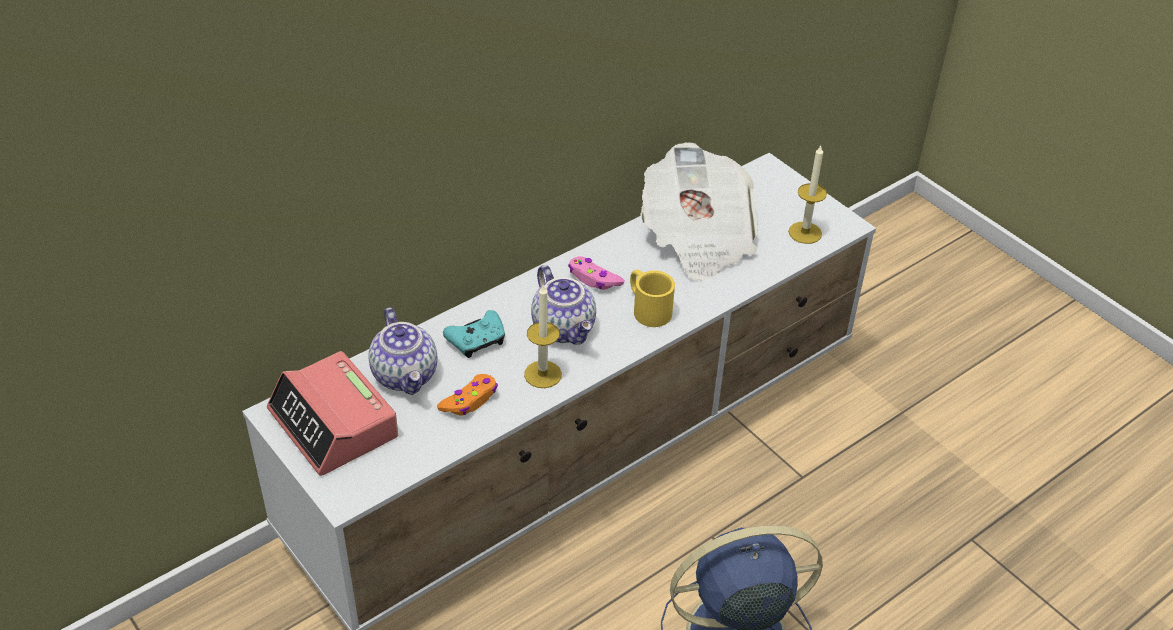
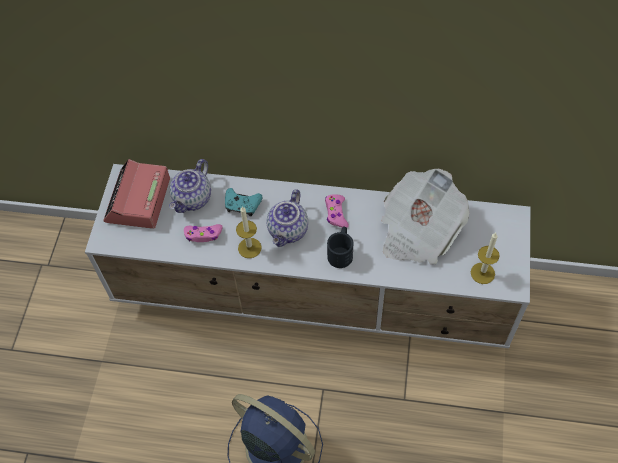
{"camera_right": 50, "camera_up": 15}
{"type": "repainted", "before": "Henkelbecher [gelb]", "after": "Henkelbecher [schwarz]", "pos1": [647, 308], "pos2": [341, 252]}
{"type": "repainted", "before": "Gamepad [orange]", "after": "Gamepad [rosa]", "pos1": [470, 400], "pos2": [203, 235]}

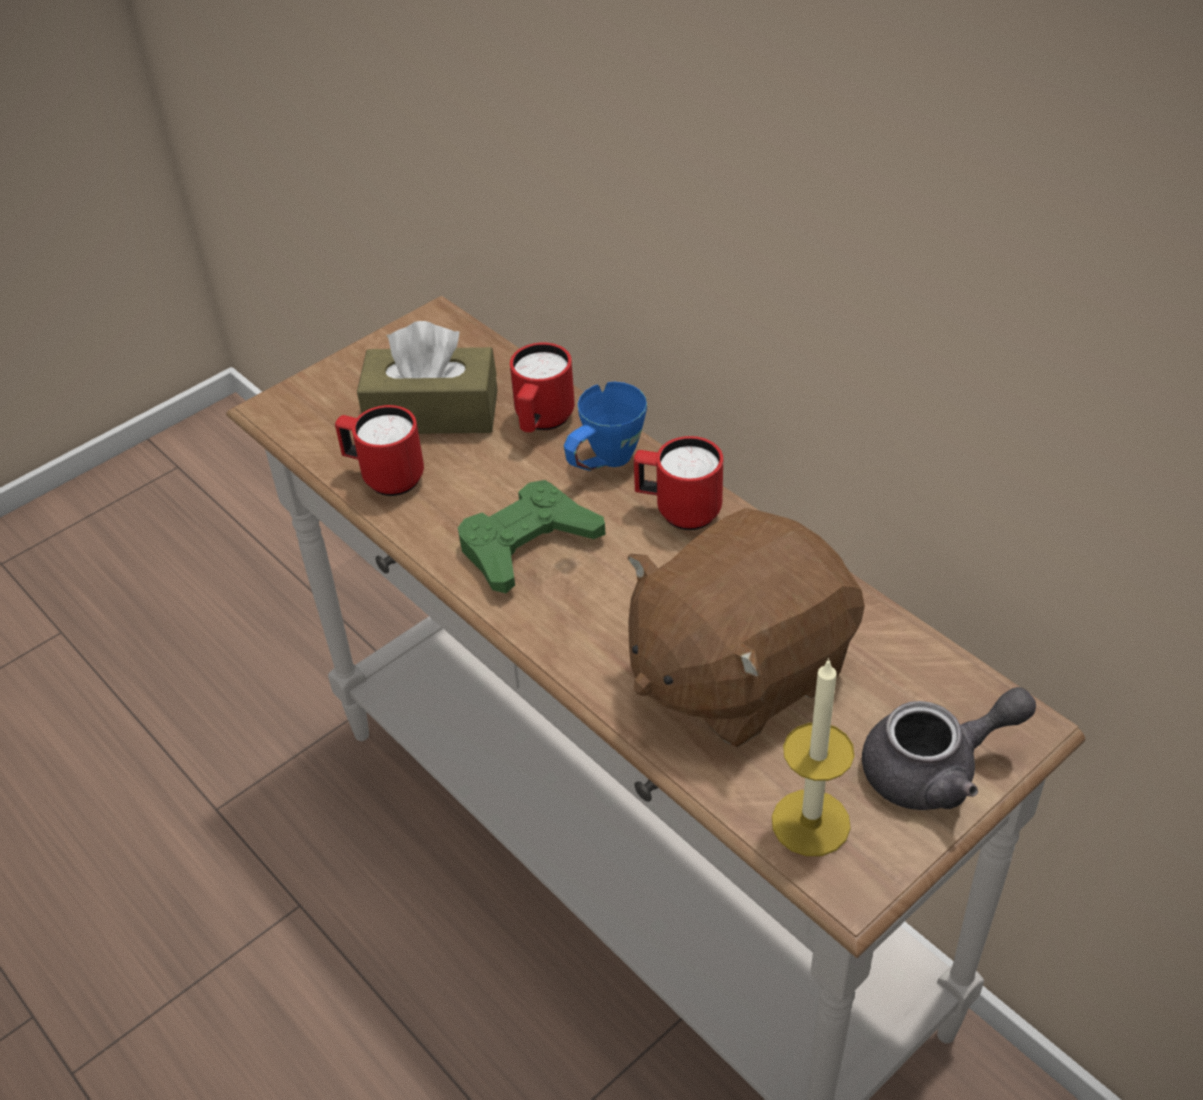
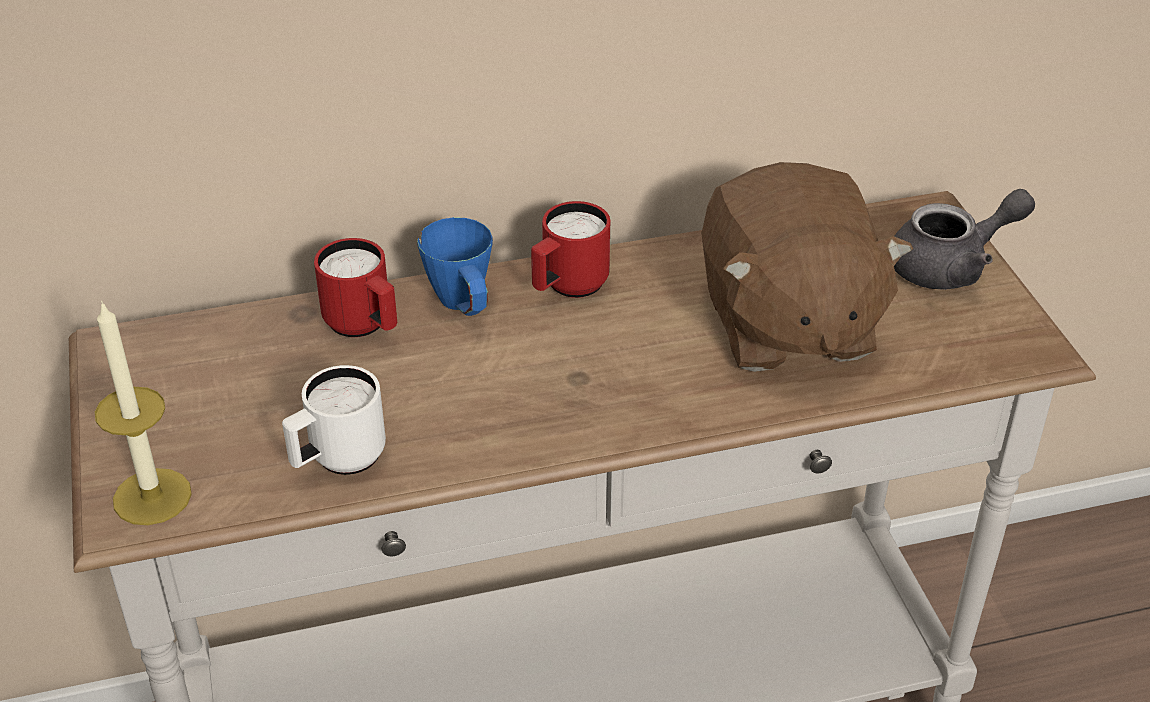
{"camera_right": -65, "camera_up": -5}
{"type": "gone", "before": "Taschentuchbox [braun]", "pos1": [432, 412]}
{"type": "repainted", "before": "Henkelbecher [rot]", "after": "Henkelbecher [weiß]", "pos1": [385, 477], "pos2": [338, 461]}
{"type": "gone", "before": "Gamepad [grün]", "pos1": [527, 544]}
{"type": "shifted", "before": "Kerze", "pos1": [810, 822], "pos2": [152, 497]}
{"type": "rotated", "before": "Teekanne [grau]", "pos1": [936, 769], "pos2": [951, 266], "turn": 60}

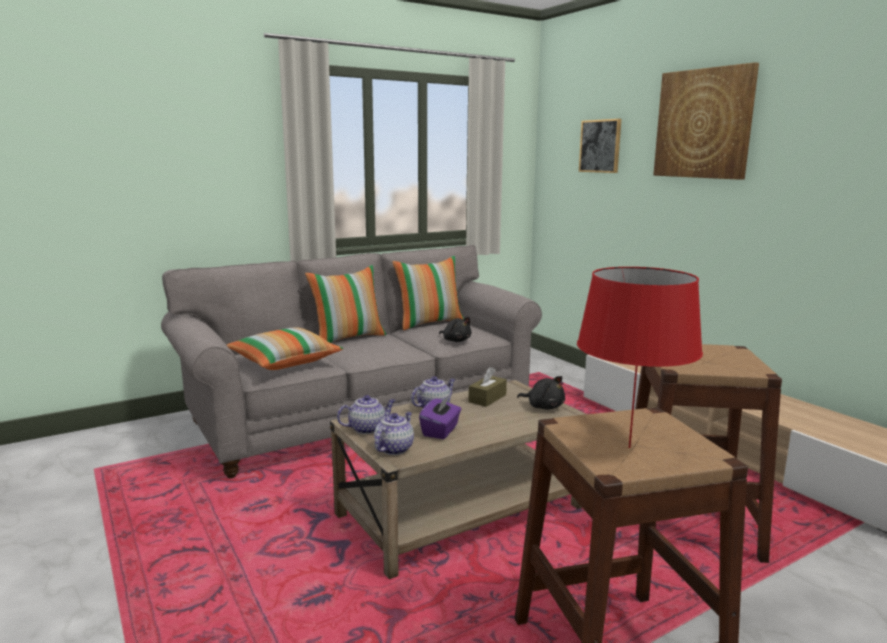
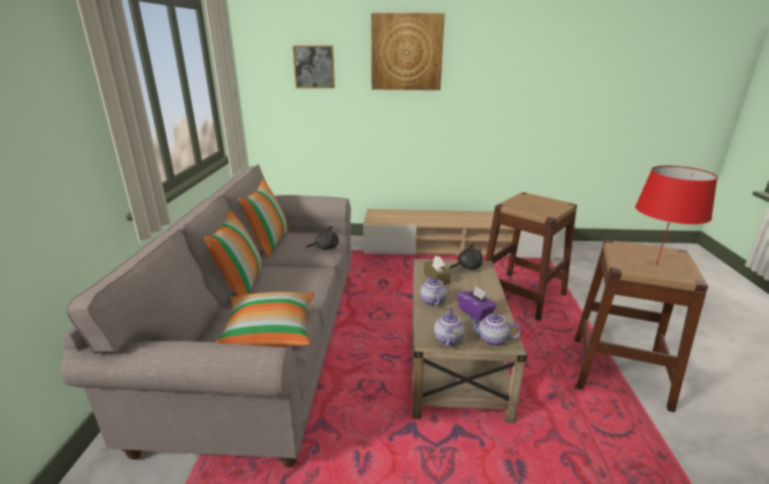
{"camera_right": -55, "camera_up": 10}
{"type": "rotated", "before": "Teekanne", "pos1": [394, 449], "pos2": [492, 339], "turn": -45}

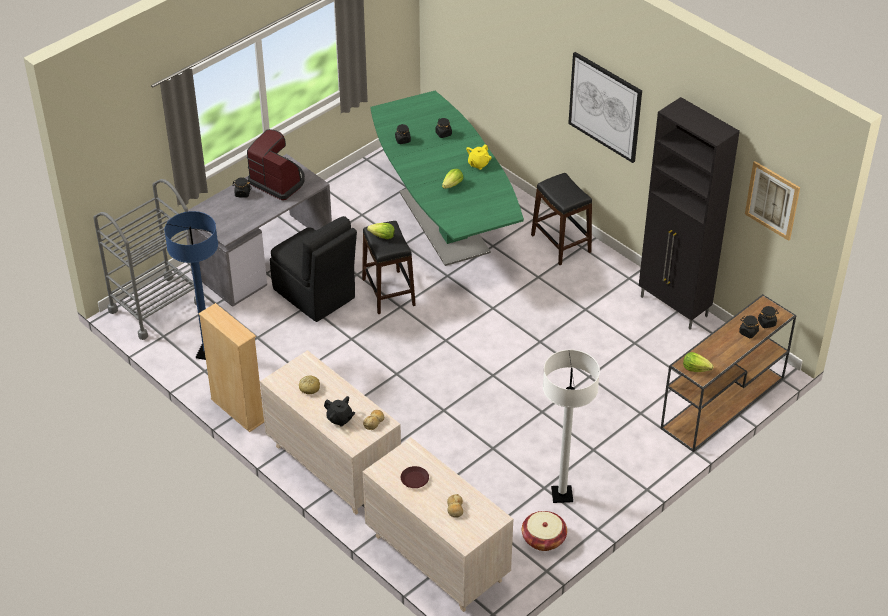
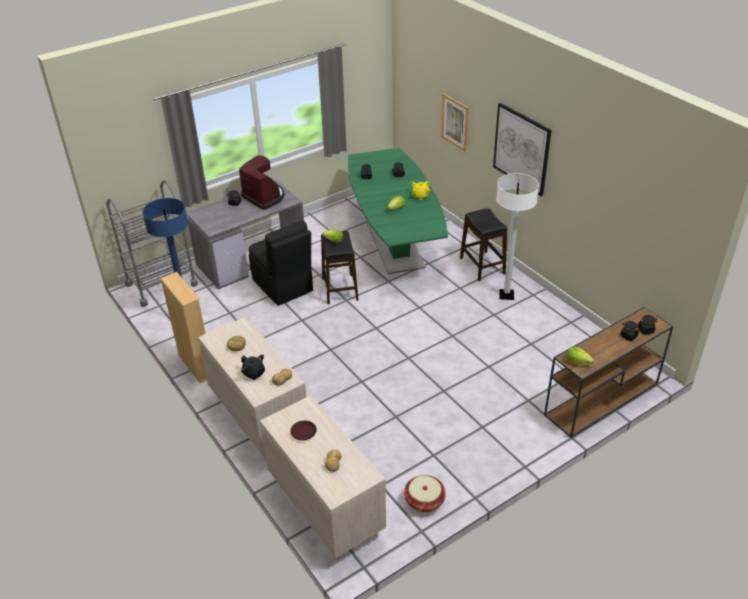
{"camera_right": 10, "camera_up": -5}
{"type": "gone", "before": "Schrank [schwarz]", "pos1": [674, 307]}
{"type": "shifted", "before": "Bild", "pos1": [772, 200], "pos2": [455, 122]}
{"type": "shifted", "before": "Stehlampe [weiß]", "pos1": [562, 495], "pos2": [506, 295]}

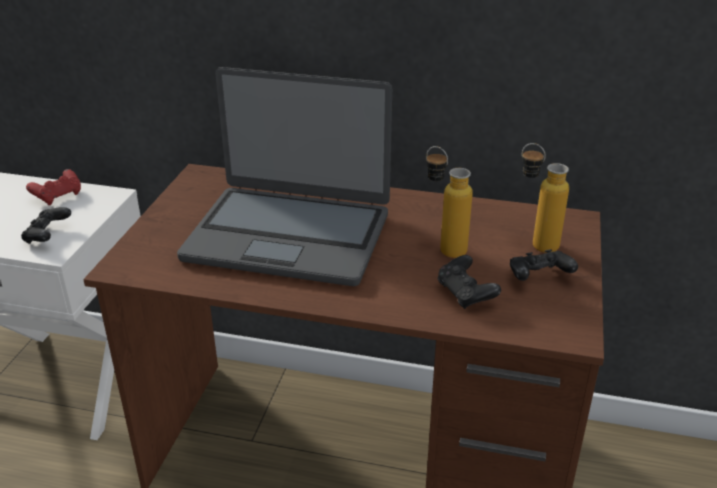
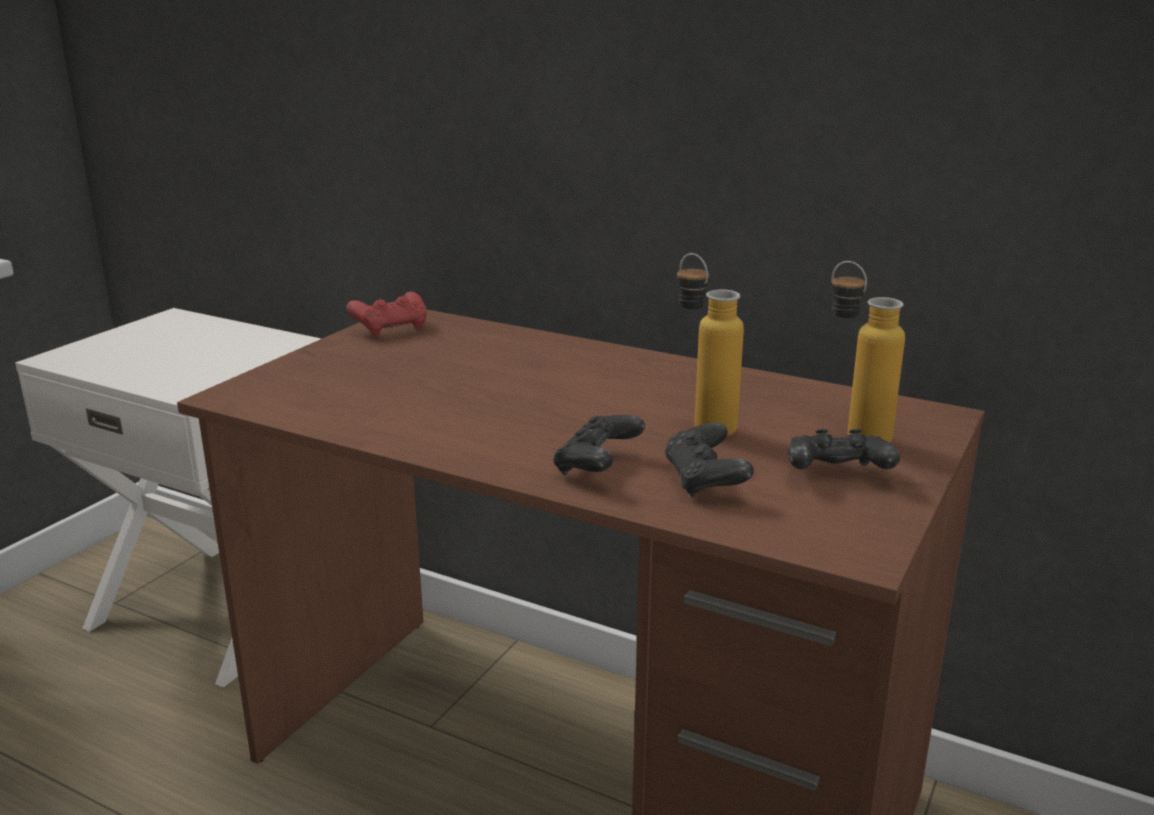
{"camera_right": 15, "camera_up": -10}
{"type": "gone", "before": "Laptop", "pos1": [289, 235]}
{"type": "shifted", "before": "Gamepad [rot]", "pos1": [58, 196], "pos2": [391, 328]}
{"type": "shifted", "before": "Gamepad [schwarz]", "pos1": [48, 236], "pos2": [597, 466]}

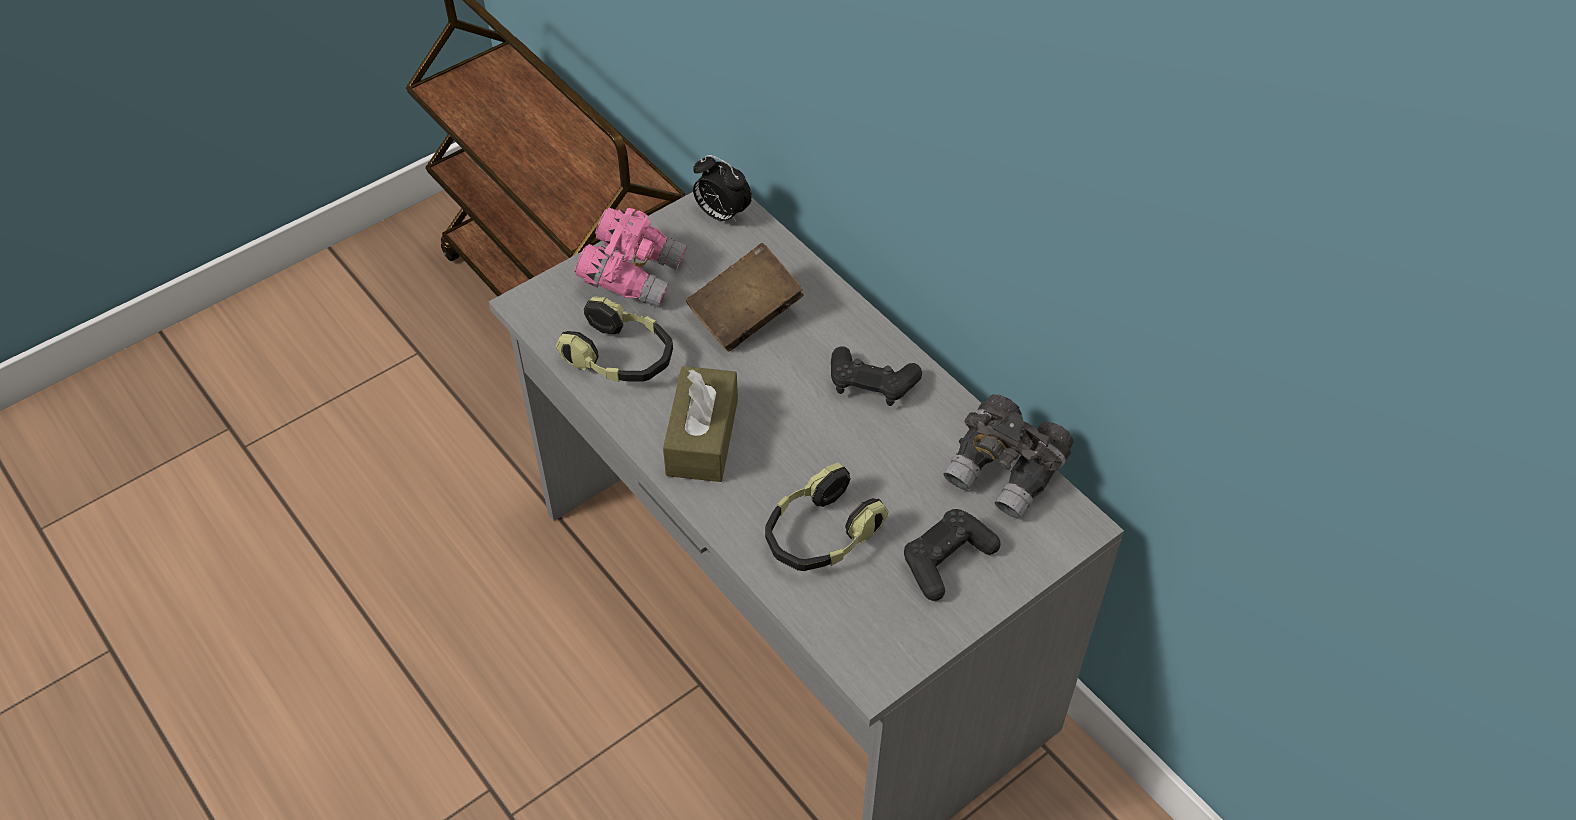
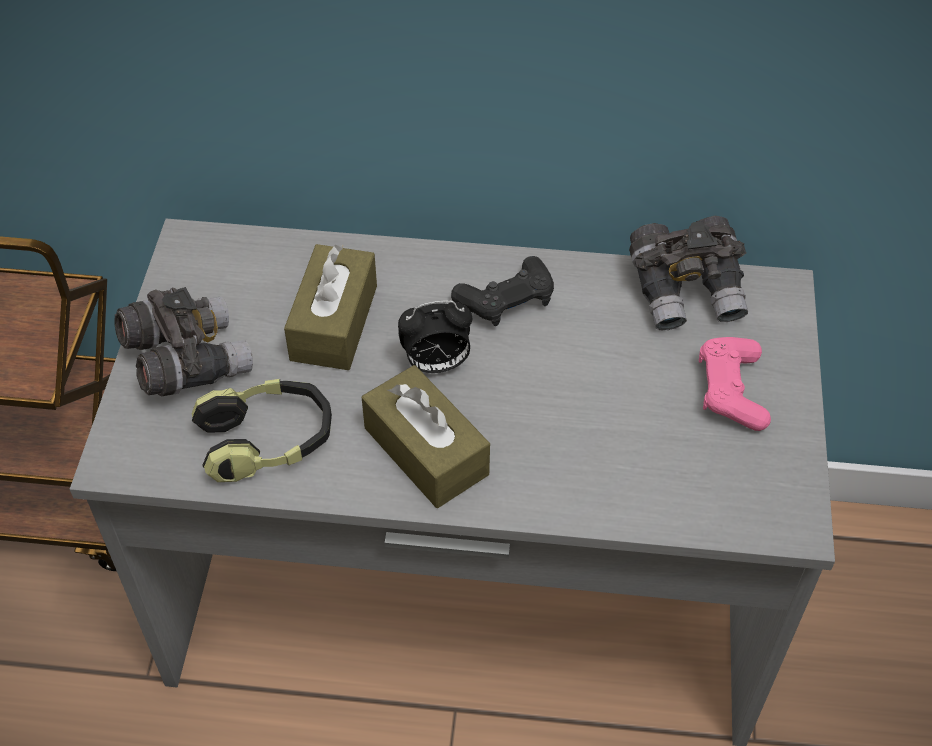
{"camera_right": -45, "camera_up": 0}
{"type": "shifted", "before": "Wecker", "pos1": [721, 215], "pos2": [436, 364]}
{"type": "repainted", "before": "Fernglas [rosa]", "after": "Fernglas [grau]", "pos1": [633, 274], "pos2": [187, 361]}
{"type": "swapped", "before": "Buch [braun]", "after": "Taschentuchbox [braun]", "pos1": [745, 315], "pos2": [334, 322]}
{"type": "gone", "before": "Kopfhörer", "pos1": [821, 535]}
{"type": "repainted", "before": "Gamepad [schwarz]", "after": "Gamepad [rosa]", "pos1": [946, 560], "pos2": [731, 391]}

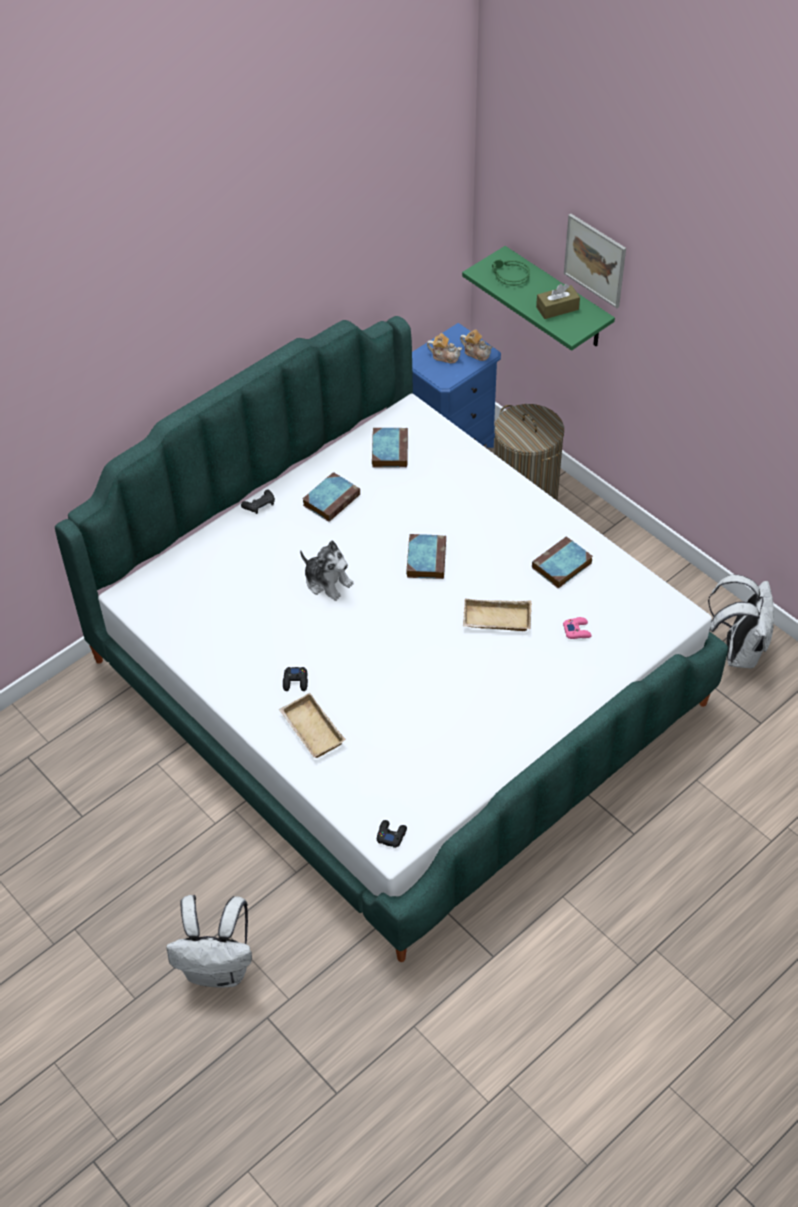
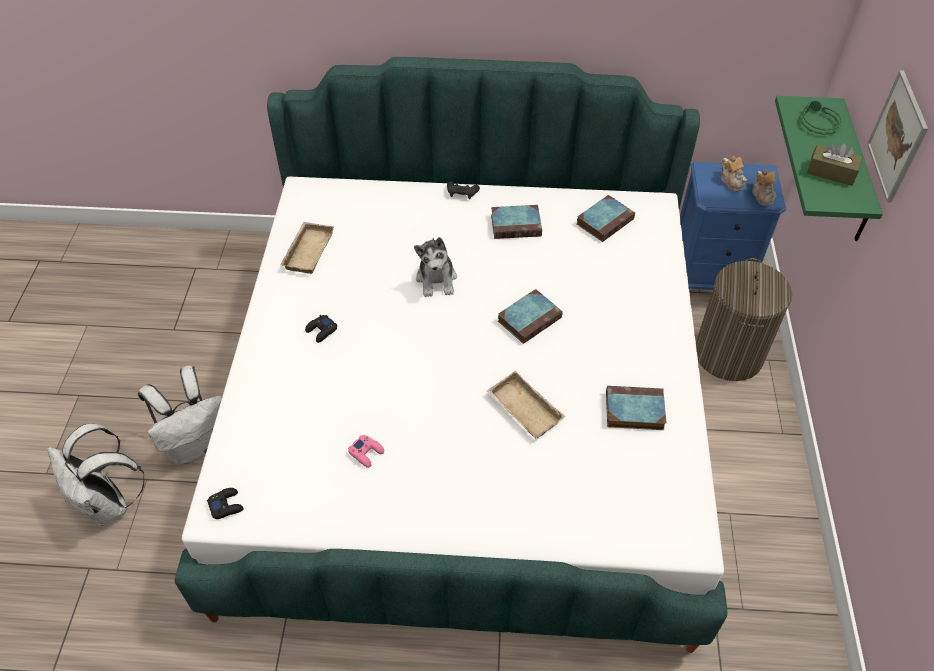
{"camera_right": 45, "camera_up": 0}
{"type": "shifted", "before": "Rucksack [weiß]", "pos1": [737, 651], "pos2": [197, 444]}
{"type": "shifted", "before": "Gamepad [rosa]", "pos1": [577, 631], "pos2": [366, 453]}
{"type": "shifted", "before": "Tablett [beige]", "pos1": [310, 730], "pos2": [307, 250]}

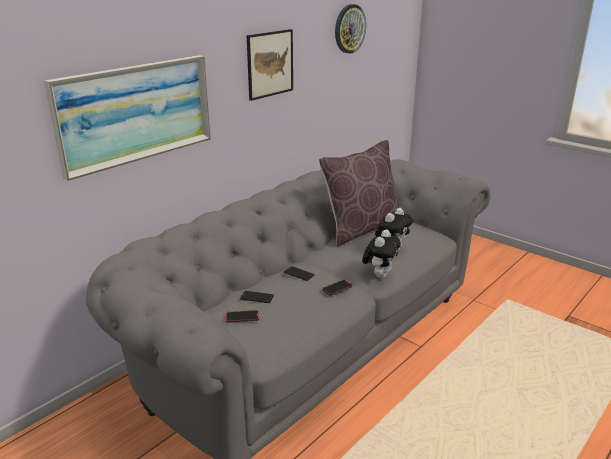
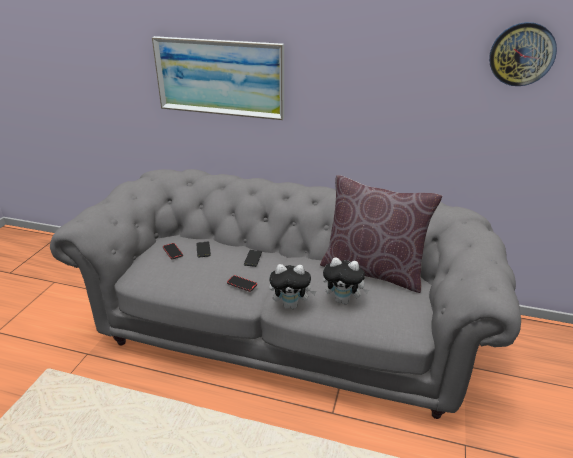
{"camera_right": 65, "camera_up": 5}
{"type": "gone", "before": "Bild", "pos1": [270, 64]}

